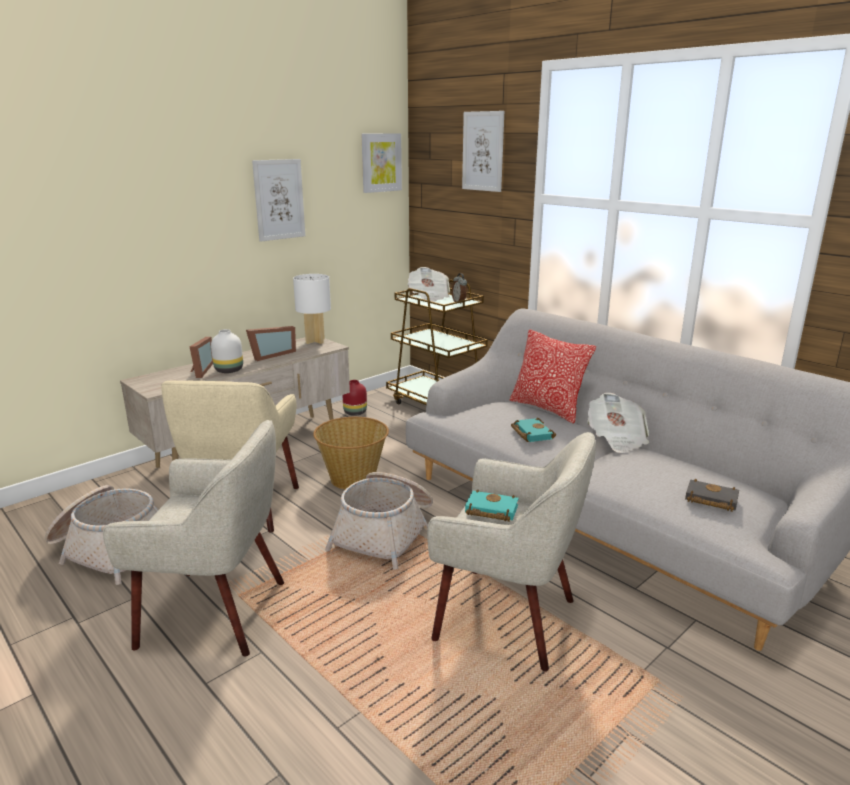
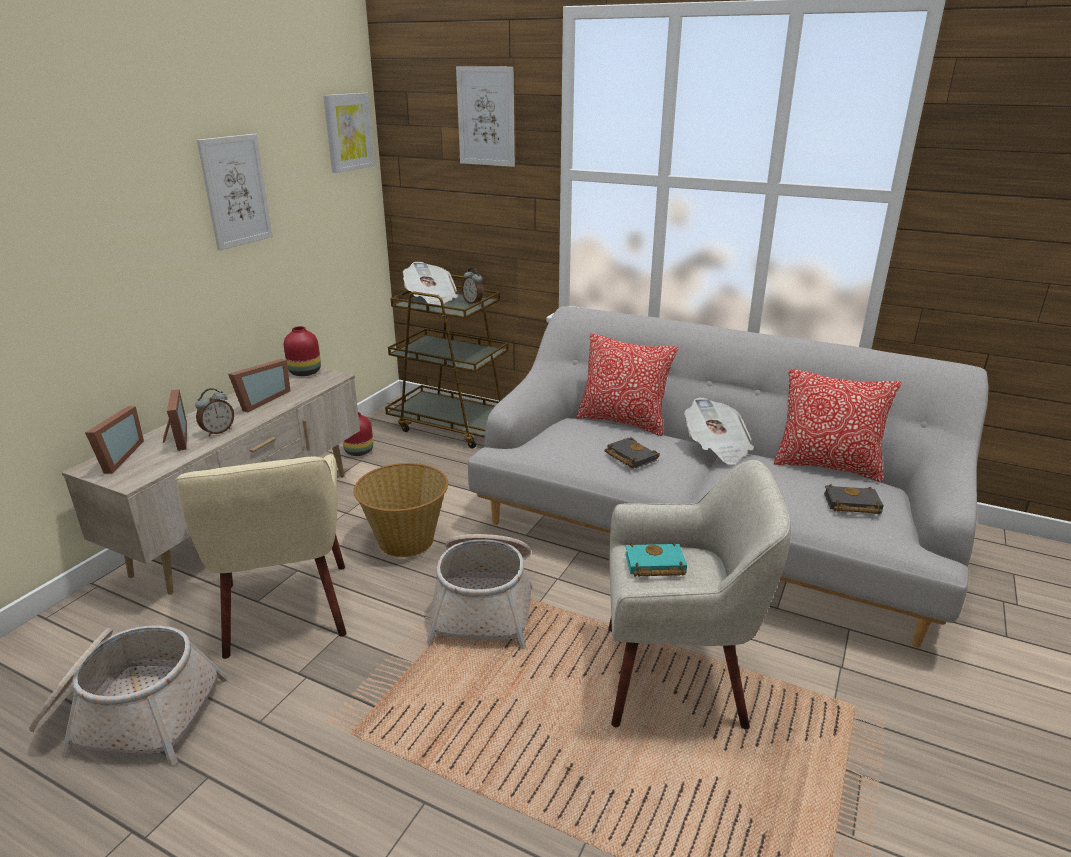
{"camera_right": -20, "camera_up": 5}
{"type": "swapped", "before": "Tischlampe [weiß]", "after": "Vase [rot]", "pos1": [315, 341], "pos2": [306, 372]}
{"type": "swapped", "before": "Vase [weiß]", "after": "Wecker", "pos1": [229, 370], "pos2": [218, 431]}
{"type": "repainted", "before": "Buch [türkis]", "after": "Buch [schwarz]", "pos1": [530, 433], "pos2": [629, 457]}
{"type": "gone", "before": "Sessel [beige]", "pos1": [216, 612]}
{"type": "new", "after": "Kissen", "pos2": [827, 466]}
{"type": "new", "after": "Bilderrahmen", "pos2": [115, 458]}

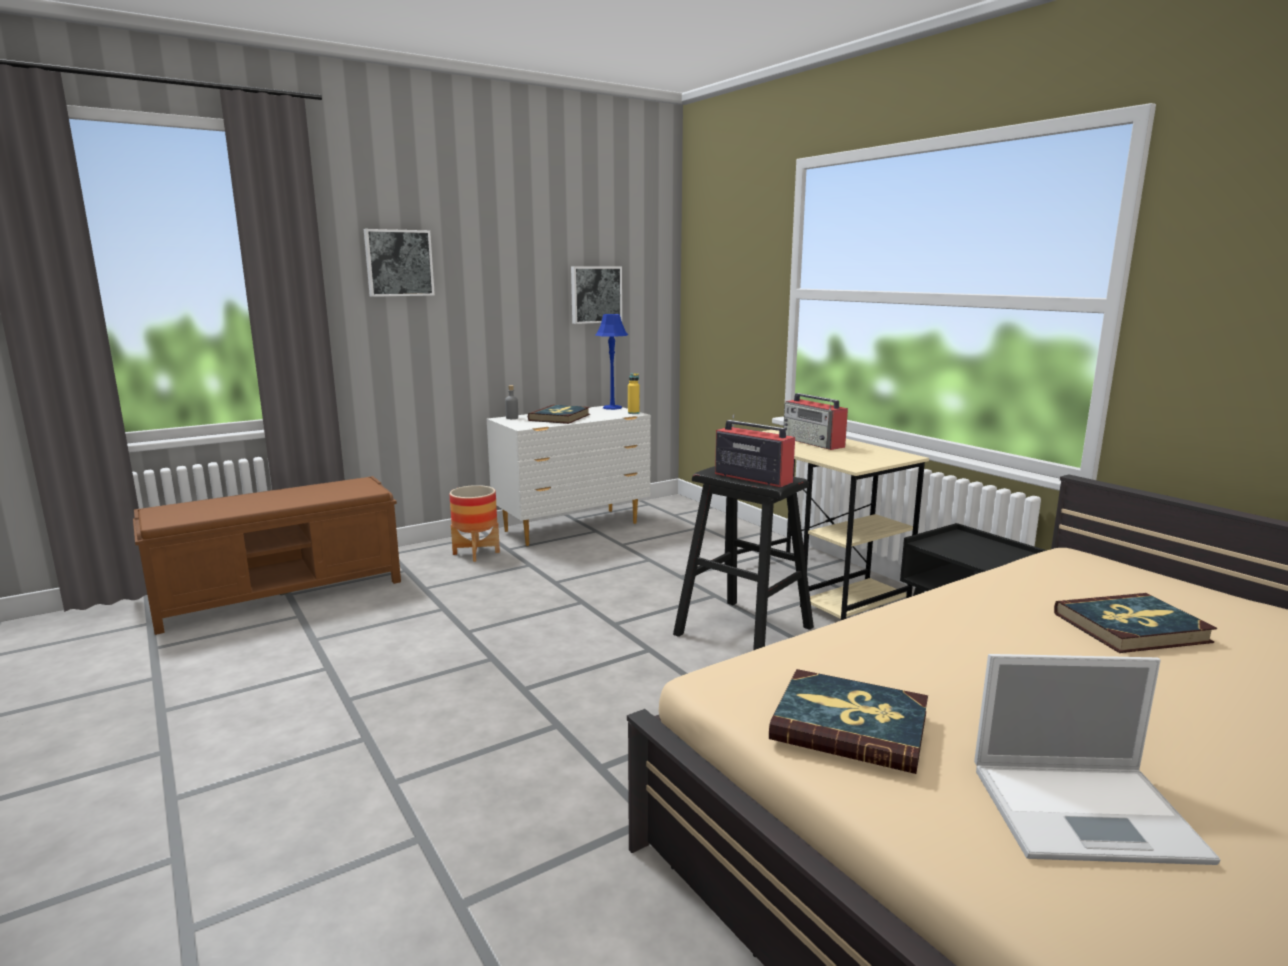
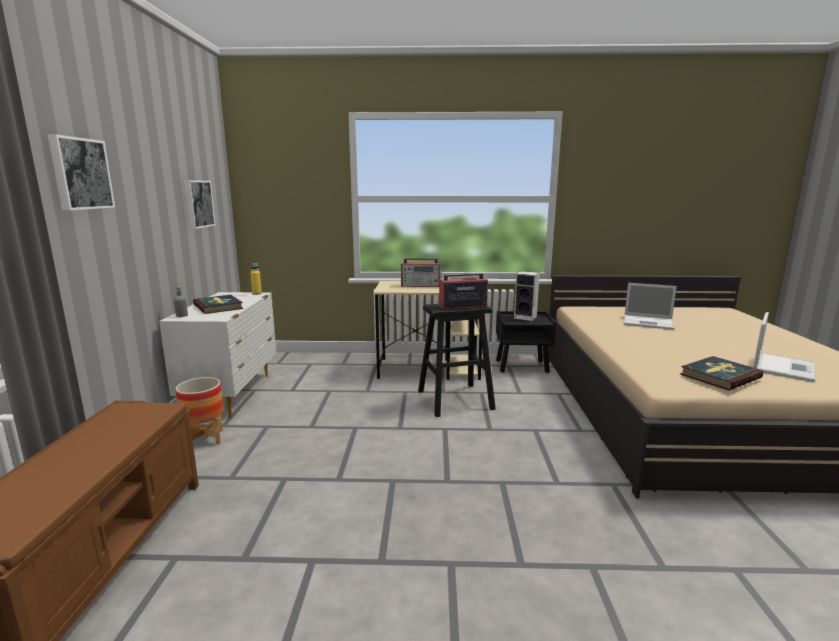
{"camera_right": -55, "camera_up": 0}
{"type": "gone", "before": "Tischlampe [blau]", "pos1": [612, 408]}
{"type": "swapped", "before": "Buch", "after": "Laptop", "pos1": [1131, 628], "pos2": [648, 322]}
{"type": "new", "after": "Lautsprecher", "pos2": [526, 317]}

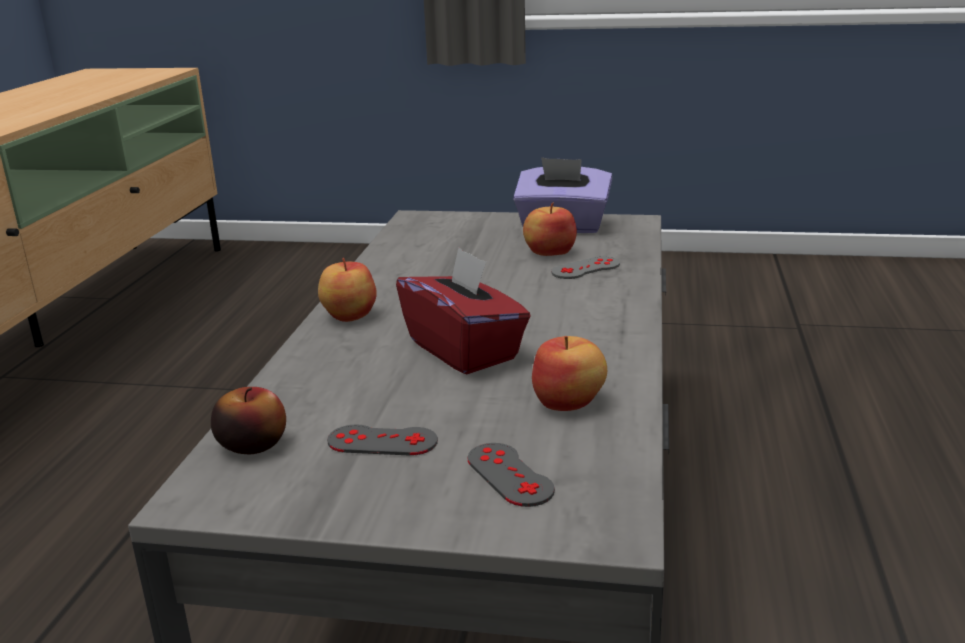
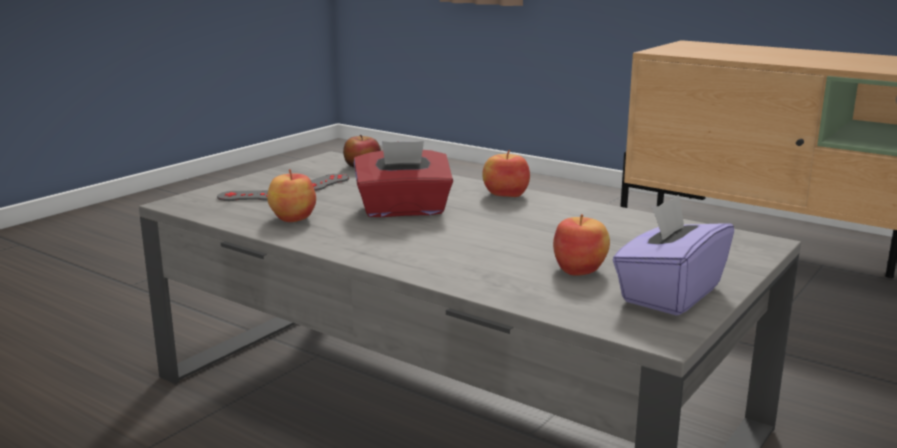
{"camera_right": 115, "camera_up": -5}
{"type": "gone", "before": "Gamepad [grau]", "pos1": [586, 268]}

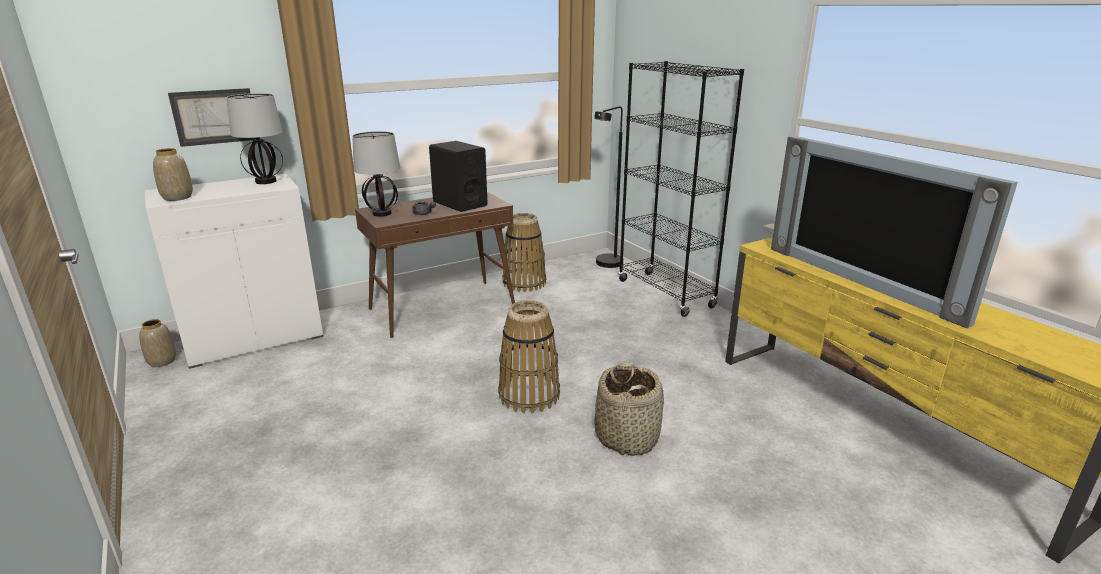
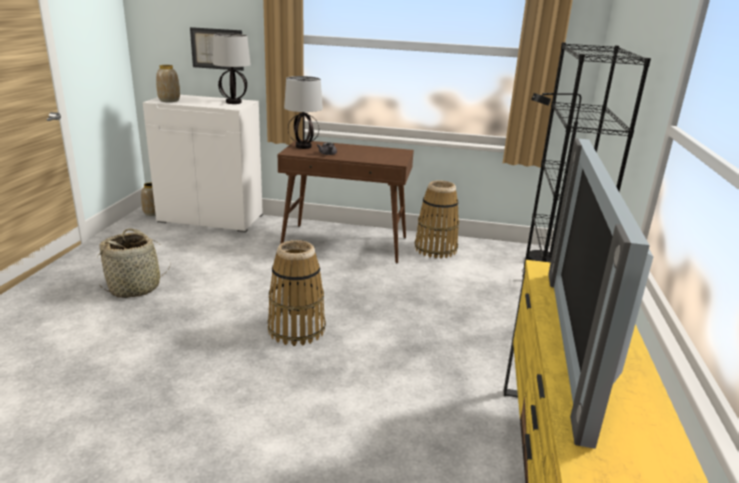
{"camera_right": 40, "camera_up": 0}
{"type": "gone", "before": "Lautsprecher [schwarz]", "pos1": [459, 204]}
{"type": "shifted", "before": "Korb", "pos1": [627, 437], "pos2": [135, 287]}

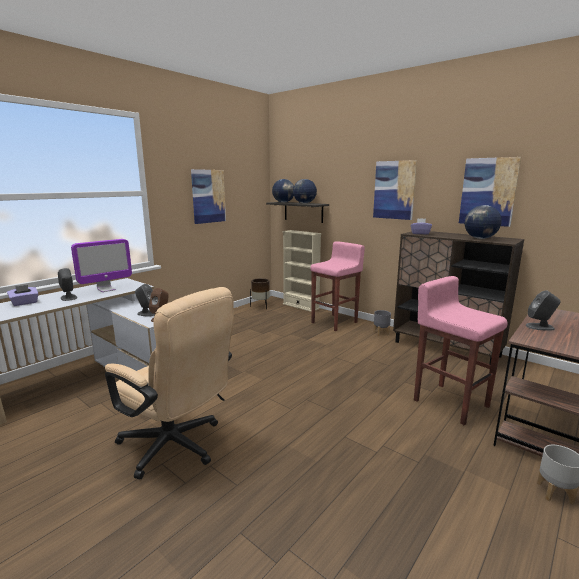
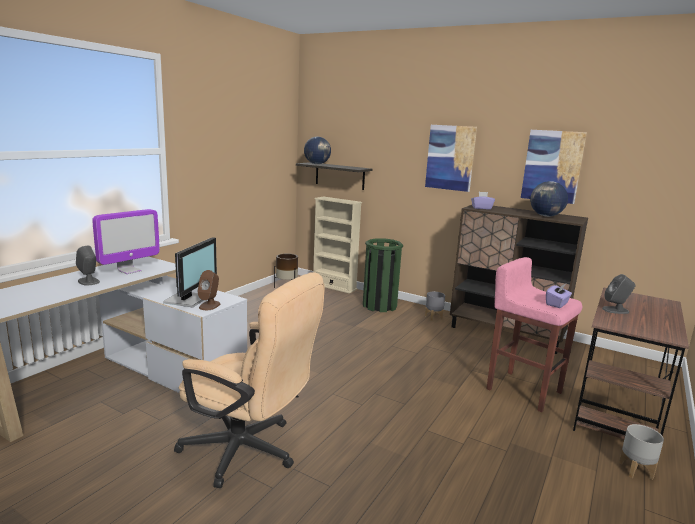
{"camera_right": -10, "camera_up": 0}
{"type": "gone", "before": "Bild", "pos1": [208, 196]}
{"type": "gone", "before": "Globus", "pos1": [304, 203]}
{"type": "swapped", "before": "Hocker [rosa]", "after": "Mülleimer [grün]", "pos1": [335, 322], "pos2": [379, 305]}
{"type": "swapped", "before": "Lautsprecher [grau]", "after": "Monitor", "pos1": [147, 313], "pos2": [188, 300]}
{"type": "shifted", "before": "Taschentuchbox [lila]", "pos1": [25, 303], "pos2": [557, 304]}

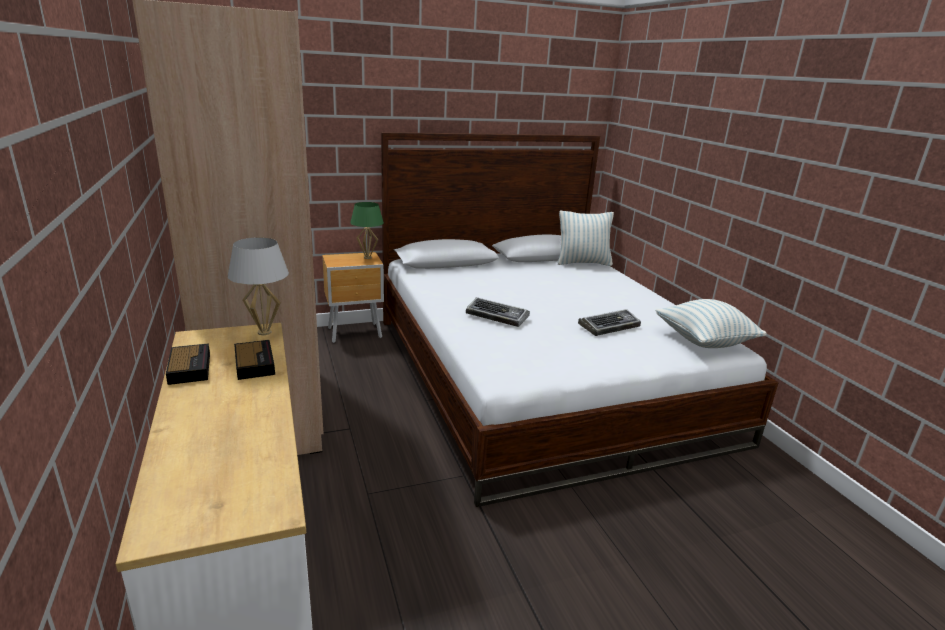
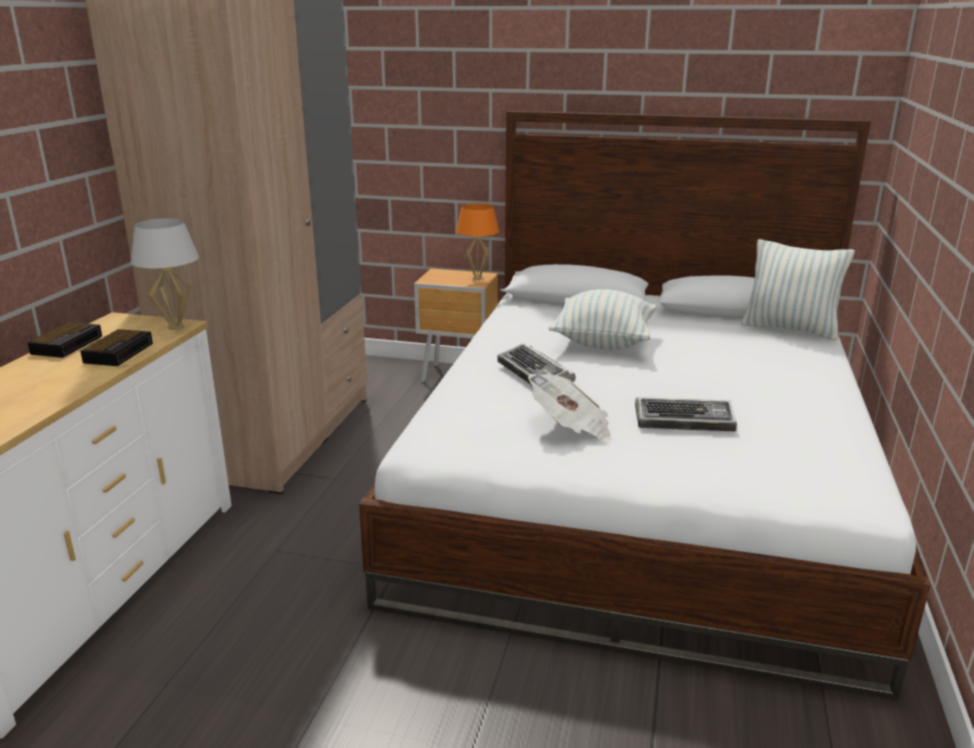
{"camera_right": 35, "camera_up": 0}
{"type": "repainted", "before": "Tischlampe [grün]", "after": "Tischlampe [orange]", "pos1": [367, 257], "pos2": [477, 278]}
{"type": "shifted", "before": "Kissen", "pos1": [704, 341], "pos2": [603, 342]}
{"type": "new", "after": "Zeitung", "pos2": [571, 427]}

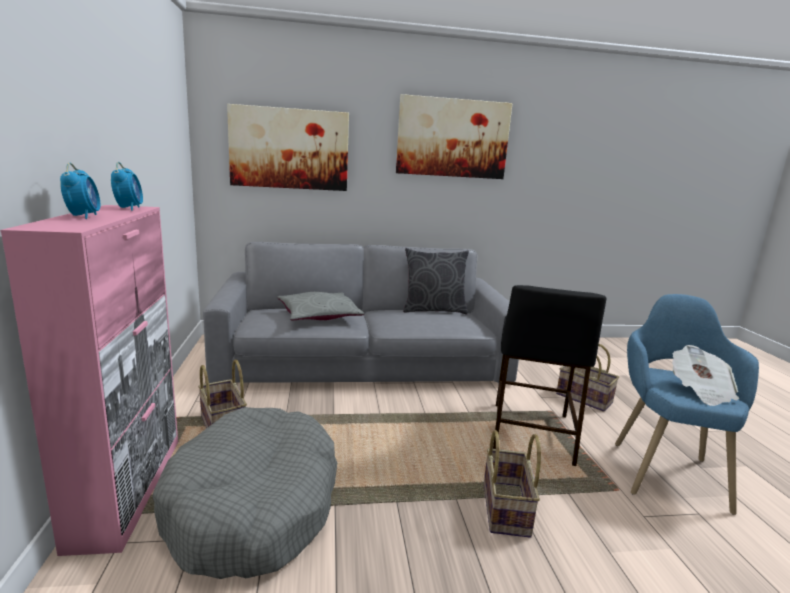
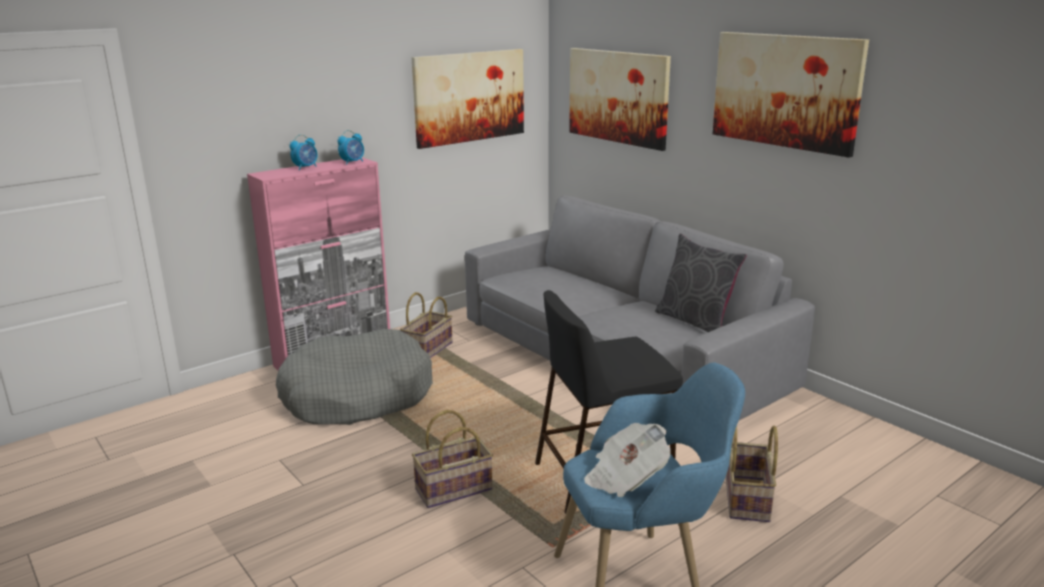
{"camera_right": 60, "camera_up": 5}
{"type": "gone", "before": "Kissen [grau]", "pos1": [319, 315]}
{"type": "new", "after": "Bild", "pos2": [469, 97]}

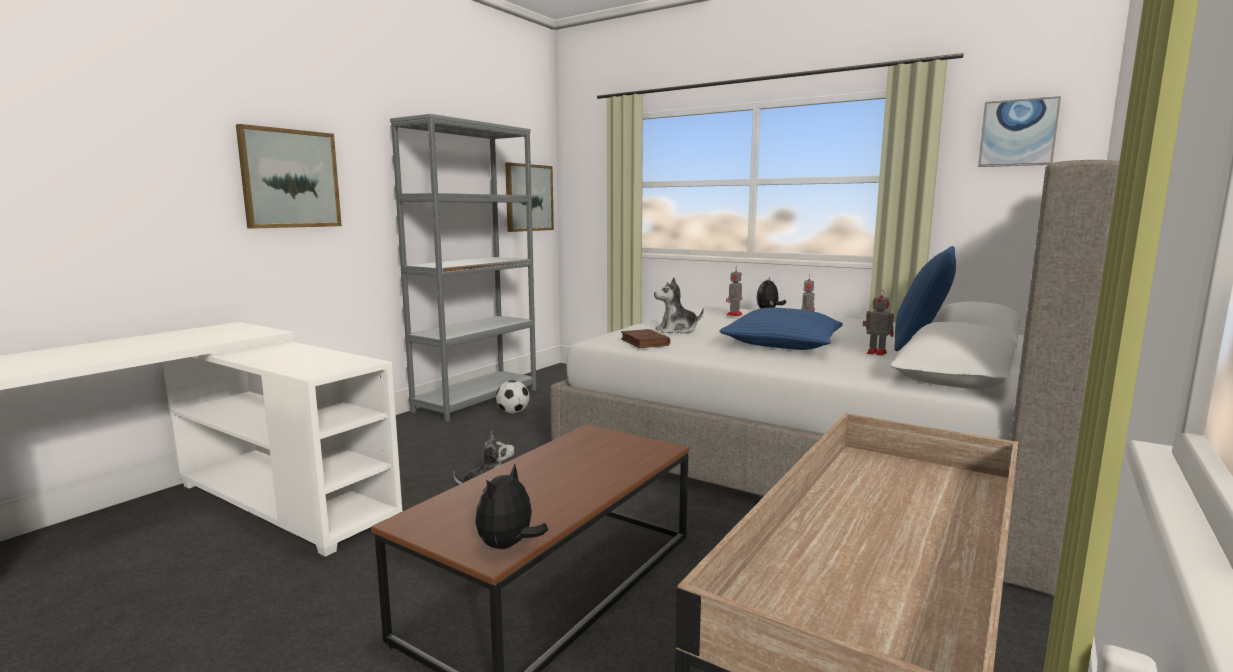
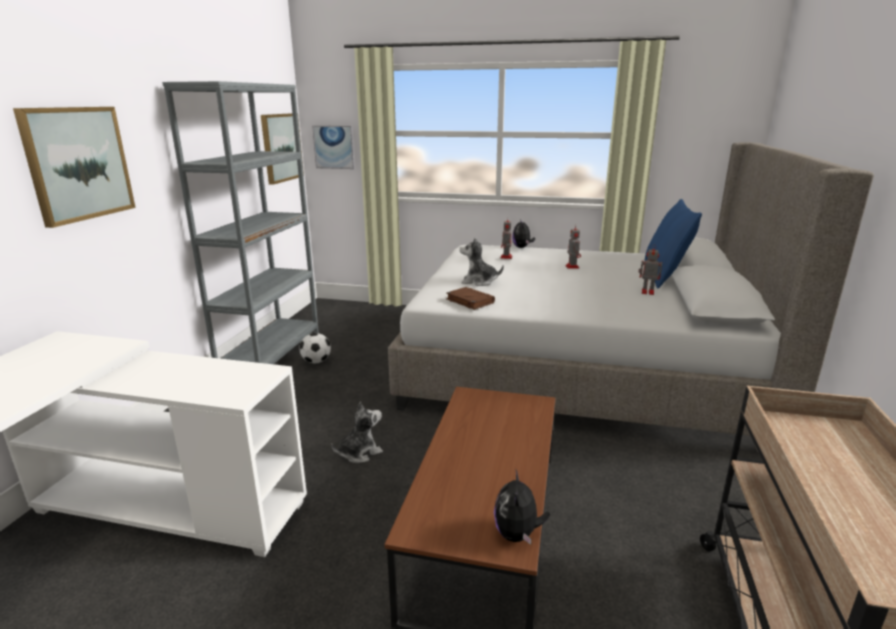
{"camera_right": -20, "camera_up": 10}
{"type": "shifted", "before": "Bild", "pos1": [1018, 133], "pos2": [334, 147]}
{"type": "rotated", "before": "Plüschtier", "pos1": [677, 330], "pos2": [479, 282], "turn": 45}
{"type": "gone", "before": "Kissen [blau]", "pos1": [782, 343]}

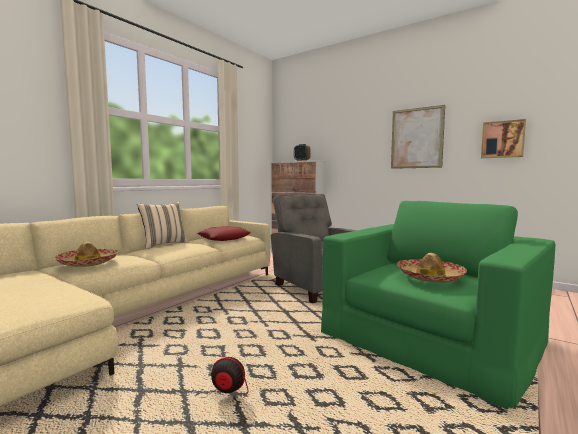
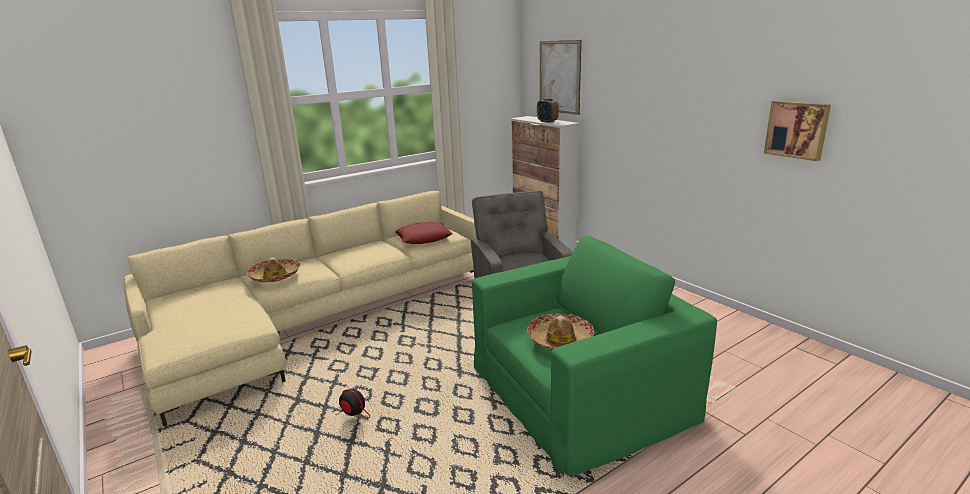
{"camera_right": 20, "camera_up": 15}
{"type": "shifted", "before": "Bild", "pos1": [416, 138], "pos2": [559, 77]}
{"type": "gone", "before": "Kissen [beige]", "pos1": [164, 244]}

